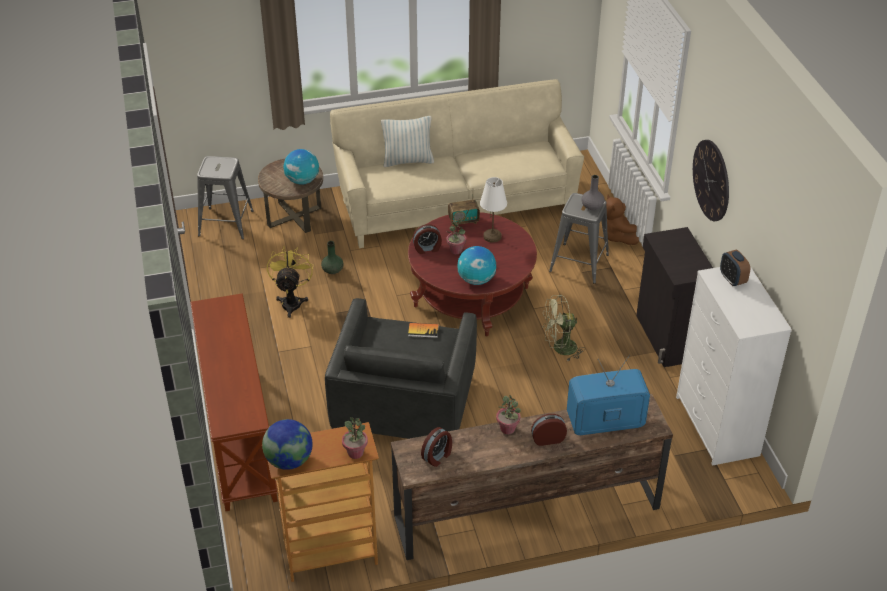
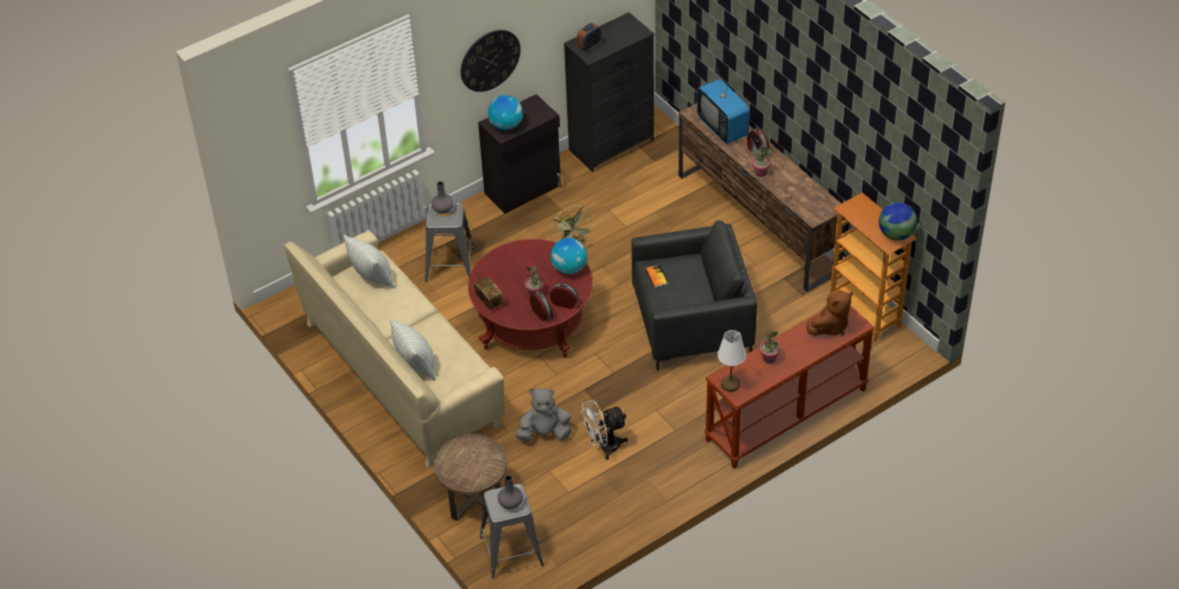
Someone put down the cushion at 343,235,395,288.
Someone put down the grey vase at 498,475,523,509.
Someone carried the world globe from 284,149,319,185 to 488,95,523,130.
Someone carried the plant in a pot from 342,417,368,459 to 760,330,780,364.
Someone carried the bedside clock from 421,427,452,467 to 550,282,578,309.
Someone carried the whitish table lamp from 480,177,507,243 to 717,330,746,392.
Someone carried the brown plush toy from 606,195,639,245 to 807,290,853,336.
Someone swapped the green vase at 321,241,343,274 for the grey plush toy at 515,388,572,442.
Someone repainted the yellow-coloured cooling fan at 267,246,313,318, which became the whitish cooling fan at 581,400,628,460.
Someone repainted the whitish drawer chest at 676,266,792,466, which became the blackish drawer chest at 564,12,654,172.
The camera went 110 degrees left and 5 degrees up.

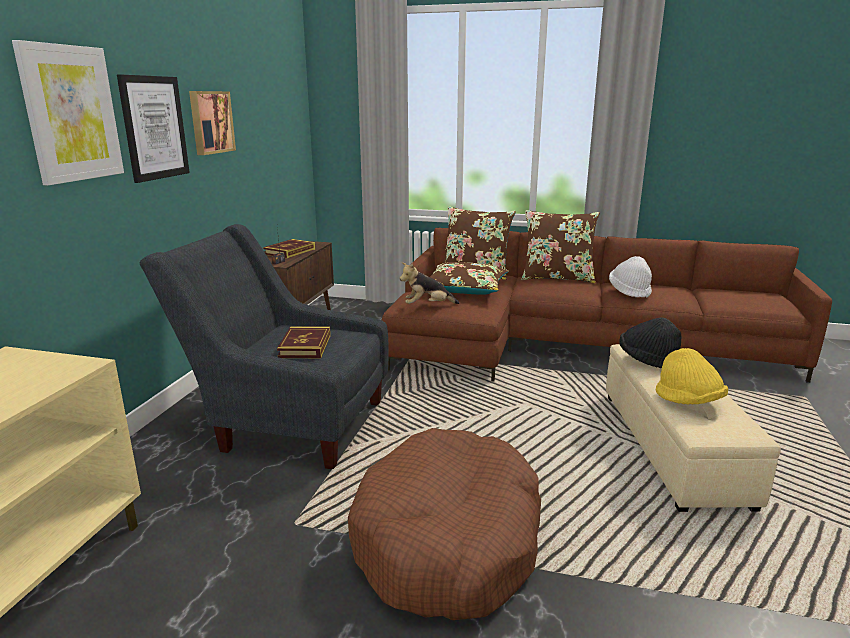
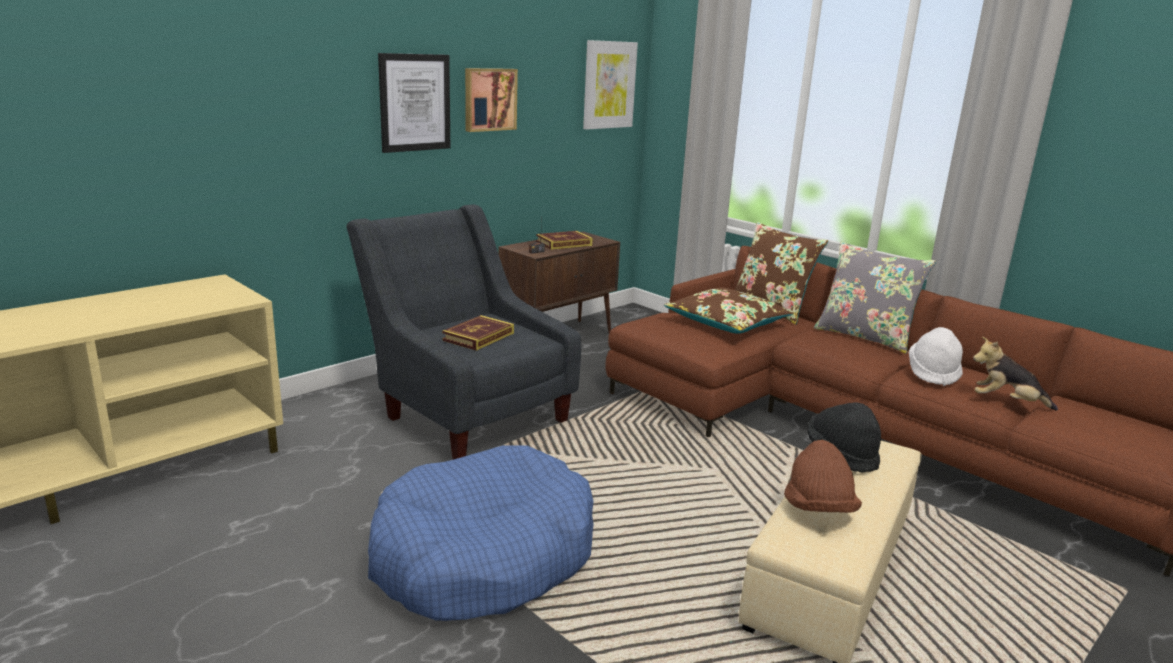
Someone carried the picture from 12,40,124,186 to 583,40,638,130.
Someone carried the plush toy from 399,262,460,304 to 973,337,1058,411.
Someone repainted the brown dog cushion at 348,428,541,620, which became the bluish dog cushion at 368,445,594,621.
Someone repainted the brown cushion at 521,210,600,283, which became the grey cushion at 814,242,936,354.
Someone repainted the yellow-coloured clothing hat at 656,348,728,404, which became the brown clothing hat at 784,440,862,513.
The camera went 30 degrees right and 0 degrees up.

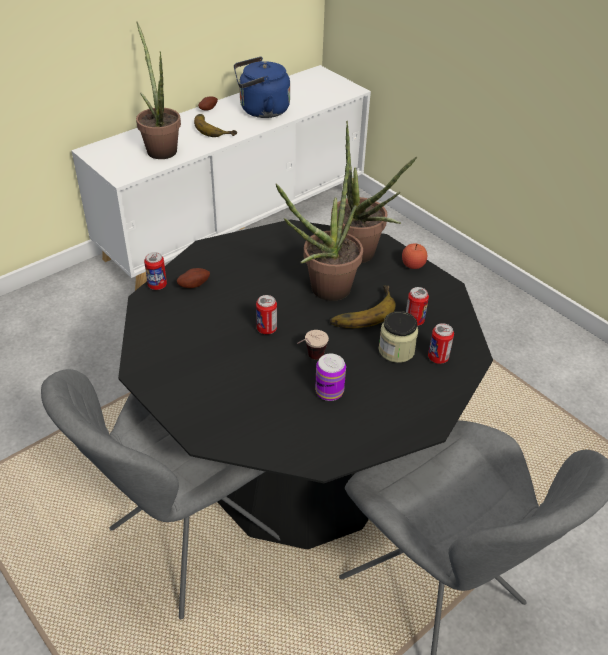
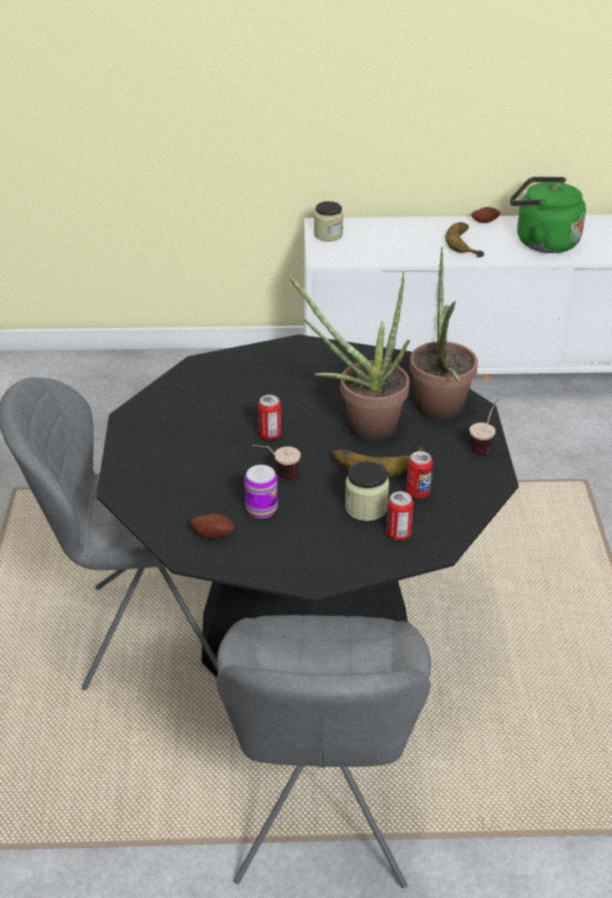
Someone took away the plant in a pot at 136,22,181,159.
Someone took away the can at 144,252,167,290.
Someone put down the storage jar at 314,201,343,241.
Someone carried the potato from 177,268,210,288 to 191,513,235,539.
Someone swapped the apple fruit at 402,243,427,269 for the small cup at 470,399,498,455.
Someone repainted the bluish kettle at 234,57,290,118, which became the green kettle at 510,177,586,253.
The camera went 40 degrees right and 5 degrees down.

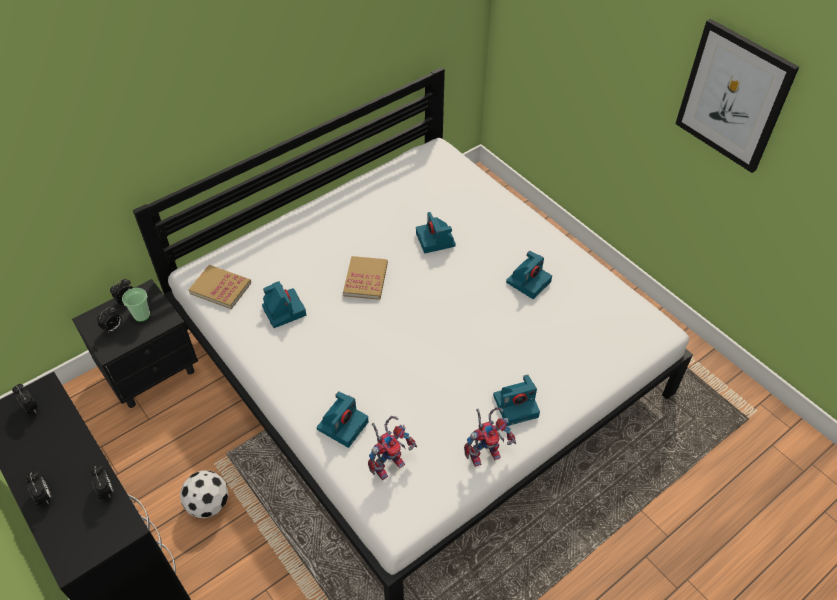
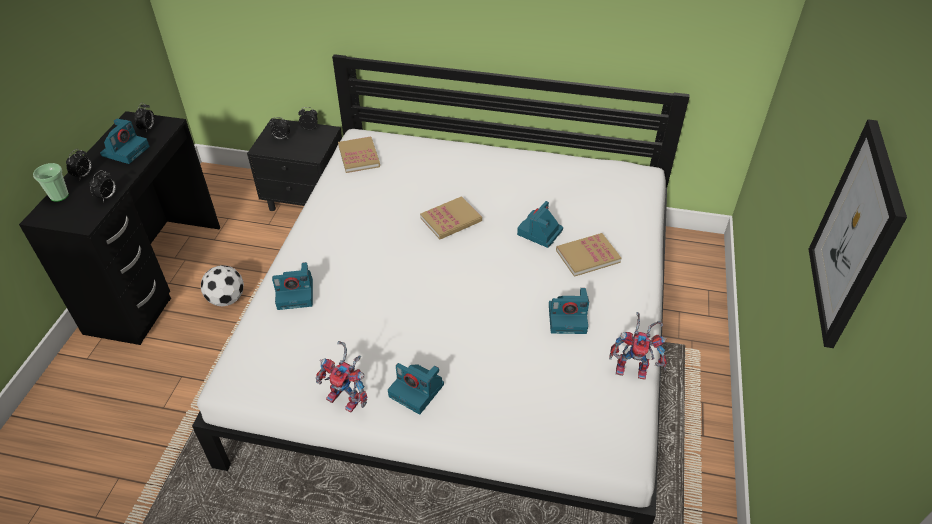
Someone put down the bound book at 556,233,621,277.
Someone carried the small cup from 122,288,150,322 to 33,163,69,202.
Someone carried the still camera from 262,281,306,328 to 100,119,150,164.
Someone carried the toy robot from 368,416,417,480 to 609,312,667,380.
The camera went 50 degrees right and 5 degrees down.

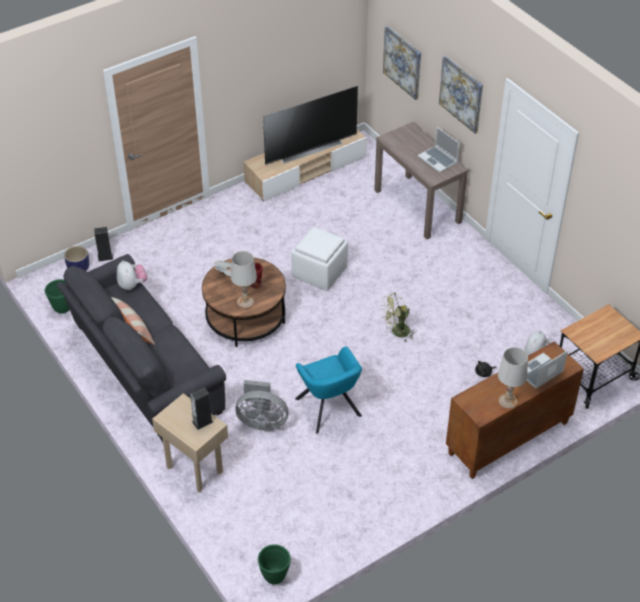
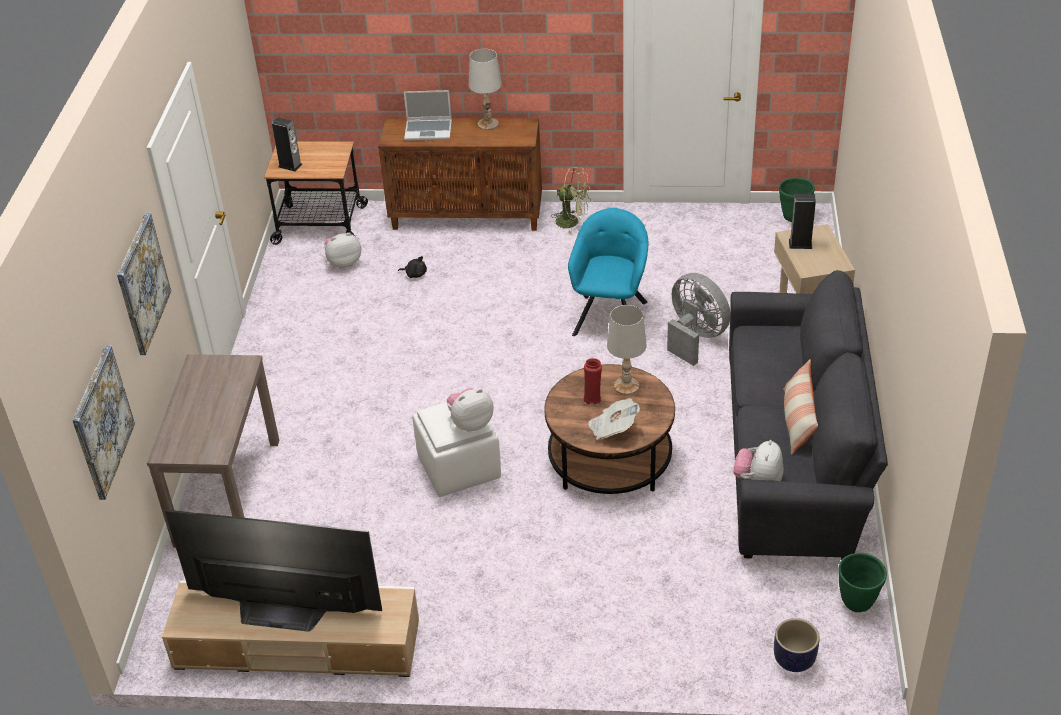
Someone took away the portable computer at 418,127,460,173.
Someone put down the plush toy at 447,387,494,432.
Someone carried the audio speaker from 94,227,113,262 to 272,117,303,171.
Someone carried the green cooling fan from 382,292,416,342 to 552,167,590,234.
The camera went 140 degrees left and 5 degrees down.

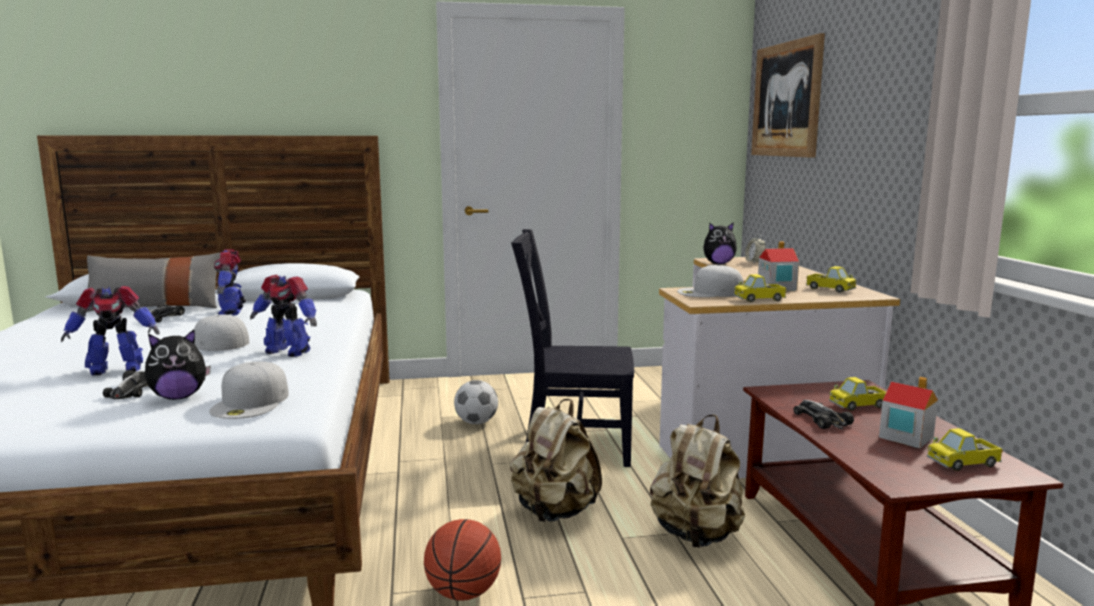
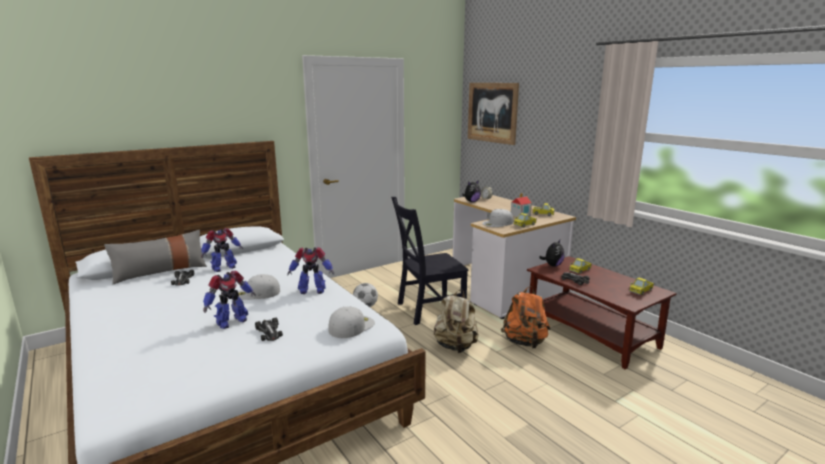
Someone took away the basketball ball at 424,519,501,601.
Someone took away the miniature house at 879,377,938,448.
Someone carried the plush toy from 145,330,211,400 to 539,240,564,267.
Someone repainted the beige knapsack at 650,414,745,548, which became the orange-coloured knapsack at 501,286,550,349.
Someone rotated the whitish cap at 209,361,289,419 by 120 degrees counterclockwise.
Someone rotated the toy robot at 214,249,246,316 by 90 degrees counterclockwise.
The camera went 25 degrees left and 5 degrees up.

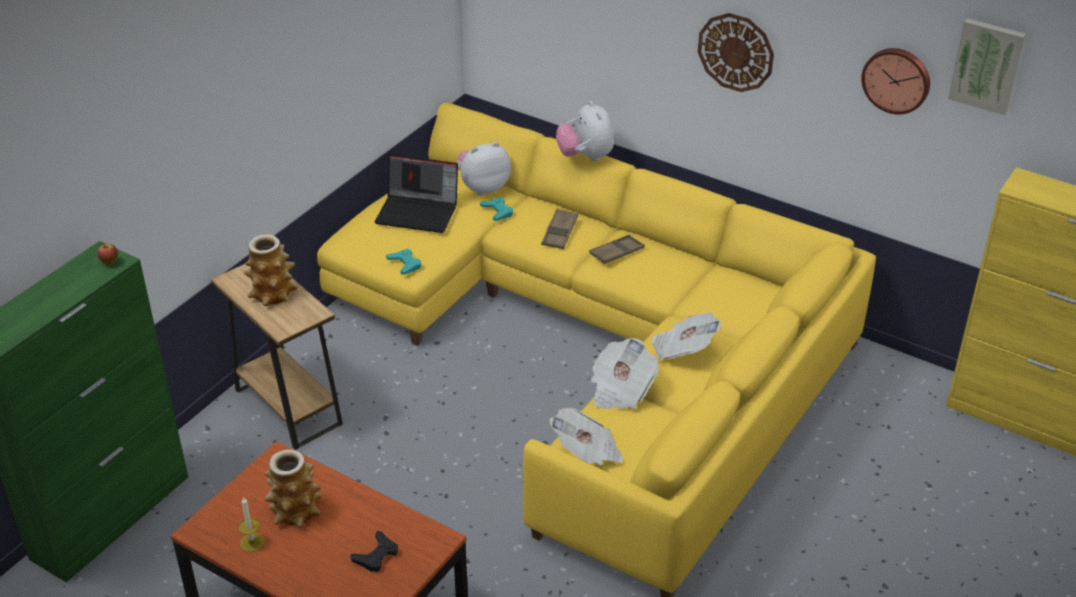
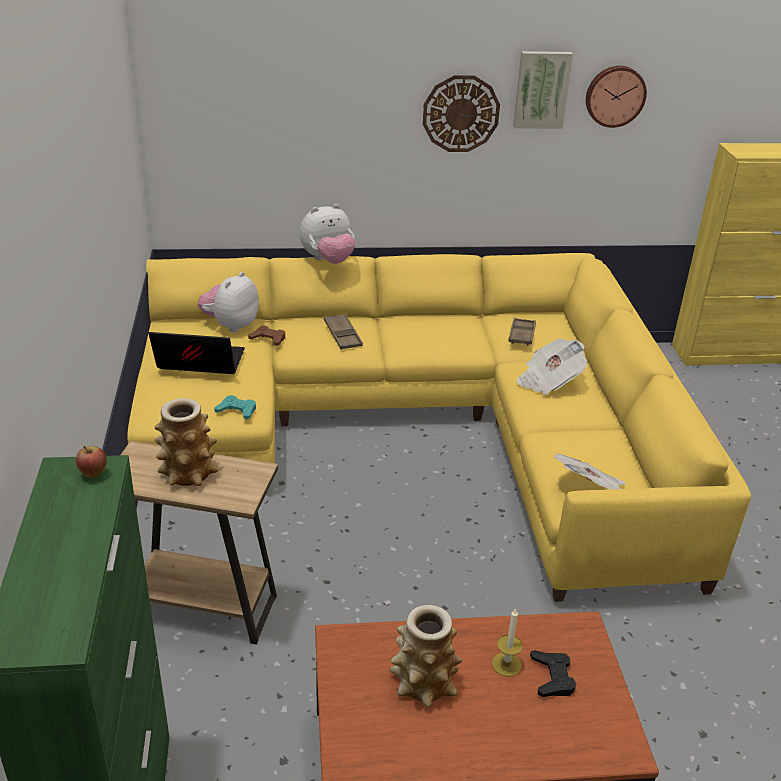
Someone took away the daily paper at 591,338,659,409.
Someone carried the wax candle from 238,496,265,552 to 492,608,523,677.
Someone carried the brown carrying tray from 589,235,645,264 to 508,318,536,346.
Someone carried the picture from 948,18,1026,115 to 513,51,573,128.
Someone repainted the turquoise gamepad at 480,197,513,221, which became the brown gamepad at 248,326,285,346.
Someone rotated the portable computer at 375,155,458,233 by 150 degrees counterclockwise.
Someone rotated the plush toy at 556,101,614,161 by 60 degrees counterclockwise.
The camera went 40 degrees left and 5 degrees down.

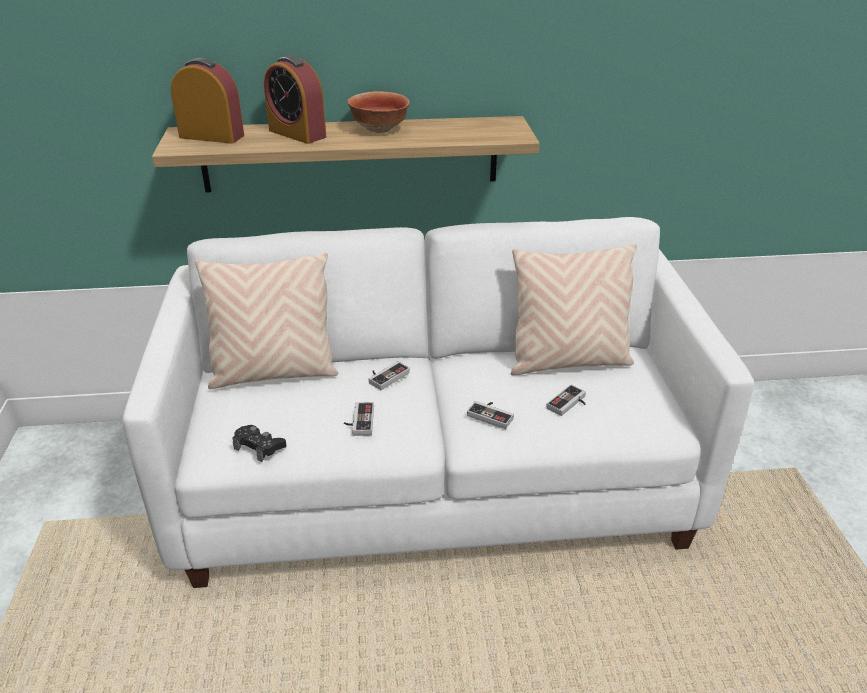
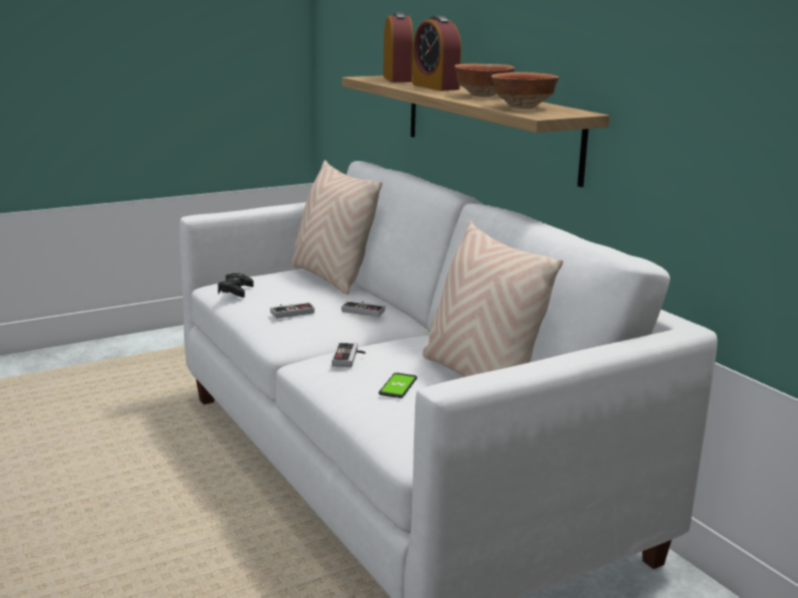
Someone put down the deep dish at 491,72,559,109.
Someone swapped the gamepad at 546,385,586,416 for the phone at 379,373,417,398.
Someone rotated the bedside clock at 264,56,326,144 by 45 degrees counterclockwise.
The camera went 65 degrees right and 15 degrees down.

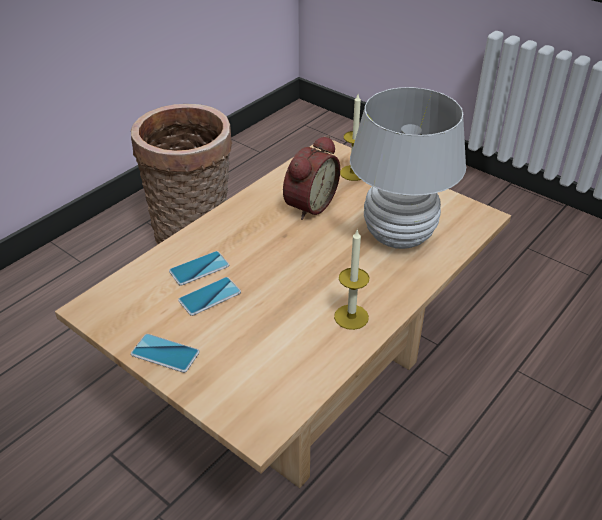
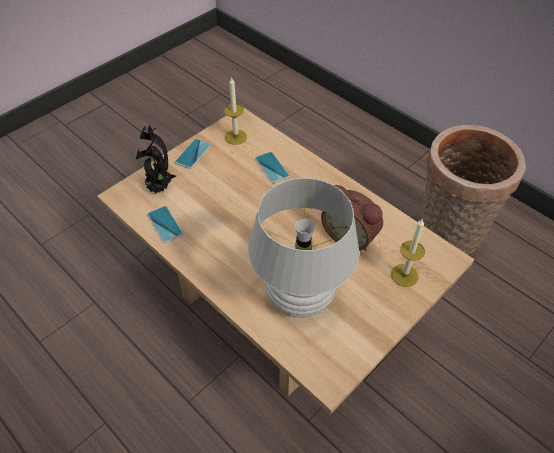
Someone put down the plant in a pot at 136,125,176,194.
Someone carried the phone from 178,277,241,316 to 147,206,183,243.
Someone carried the wax candle from 334,229,369,330 to 224,76,247,145.
The camera went 95 degrees right and 10 degrees up.

